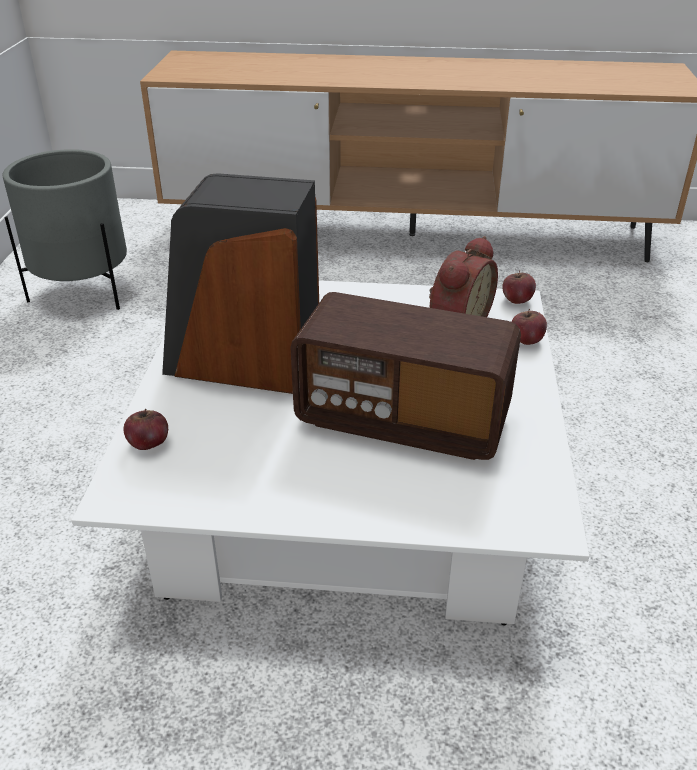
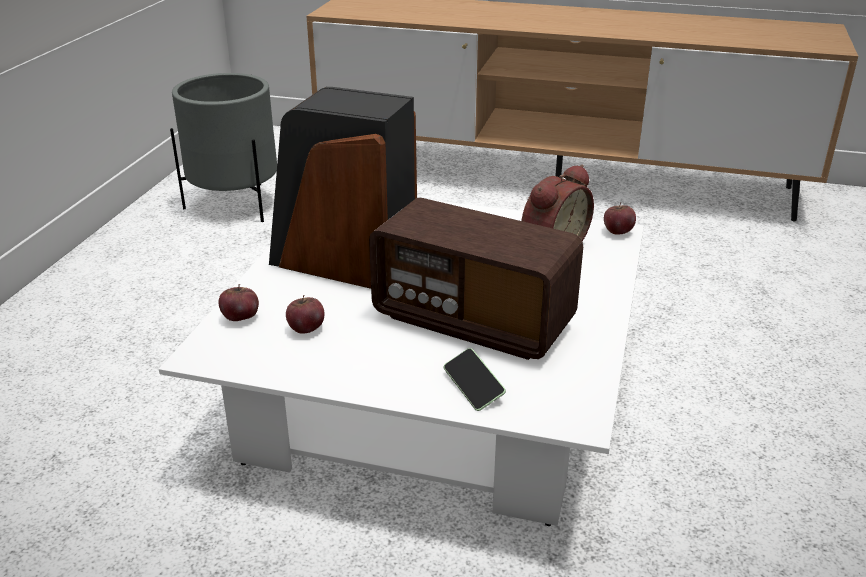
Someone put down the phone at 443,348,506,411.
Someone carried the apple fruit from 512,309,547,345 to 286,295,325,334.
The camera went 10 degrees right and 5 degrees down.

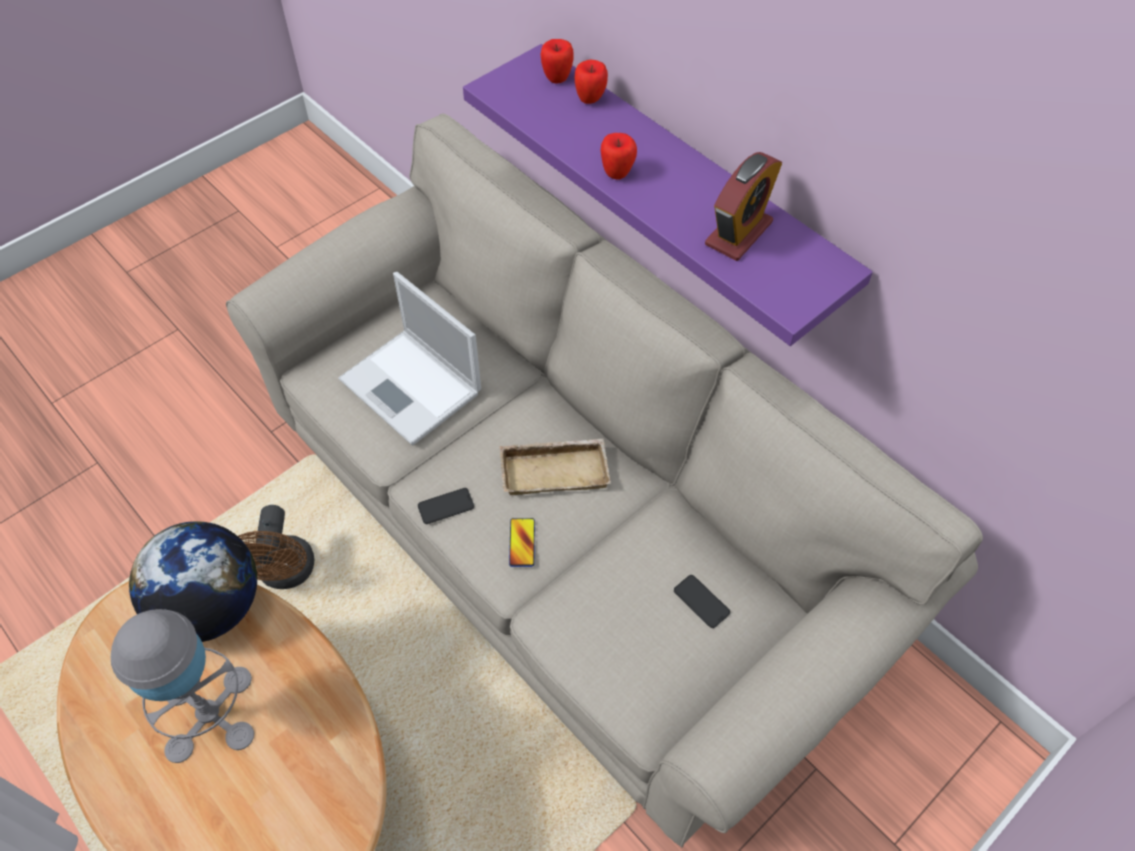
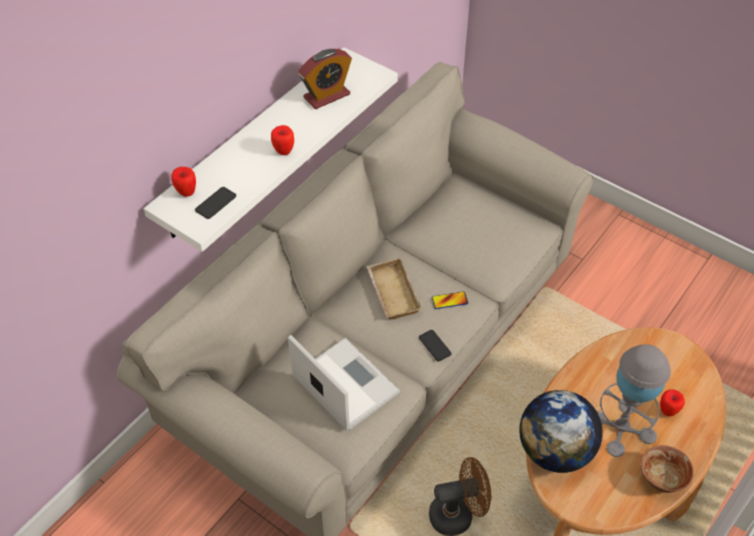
Someone put down the deep dish at 641,445,694,493.
Someone carried the apple fruit from 575,60,608,104 to 660,390,685,416.
Someone carried the phone from 674,575,730,628 to 195,187,236,219.
Someone repainted the purple-coloured wall shelf at 463,44,873,346, which became the whitish wall shelf at 144,47,398,252.
Someone rotated the portable computer at 338,272,481,445 by 75 degrees counterclockwise.
Someone rotated the bedside clock at 705,152,782,261 by 120 degrees clockwise.
The camera went 100 degrees left and 5 degrees down.

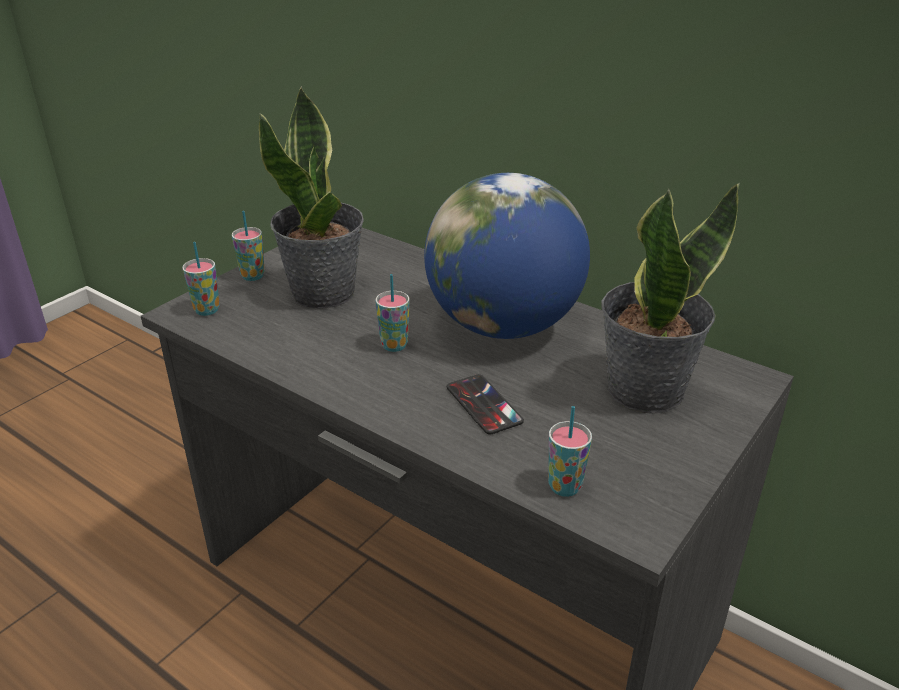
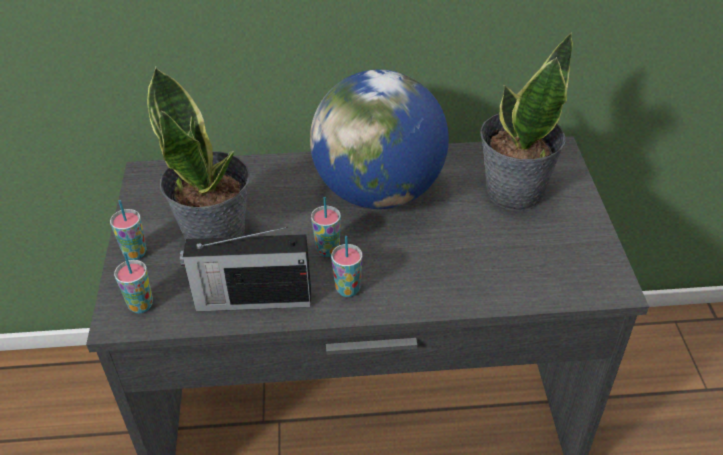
Someone took away the phone at 447,374,524,434.
Someone put down the radio at 180,227,311,311.
Someone carried the small cup from 548,406,592,497 to 331,236,363,297.
The camera went 40 degrees left and 10 degrees up.

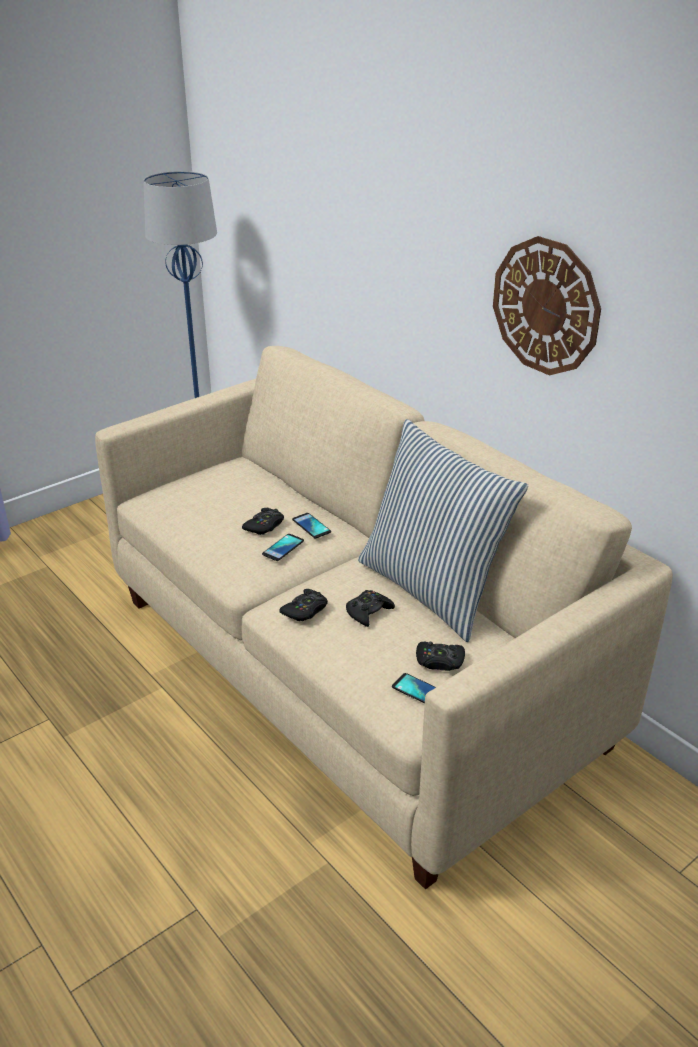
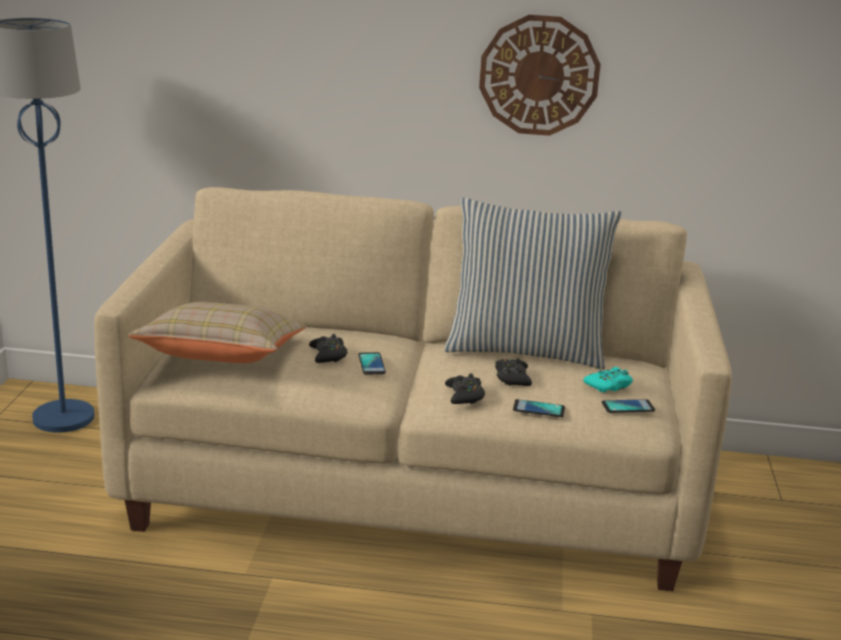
Someone put down the beige cushion at 128,302,306,363.
Someone carried the phone from 292,513,331,539 to 513,399,565,417.
Someone repainted the blackish gamepad at 416,642,465,671, which became the turquoise gamepad at 583,367,633,393.
The camera went 45 degrees left and 10 degrees down.

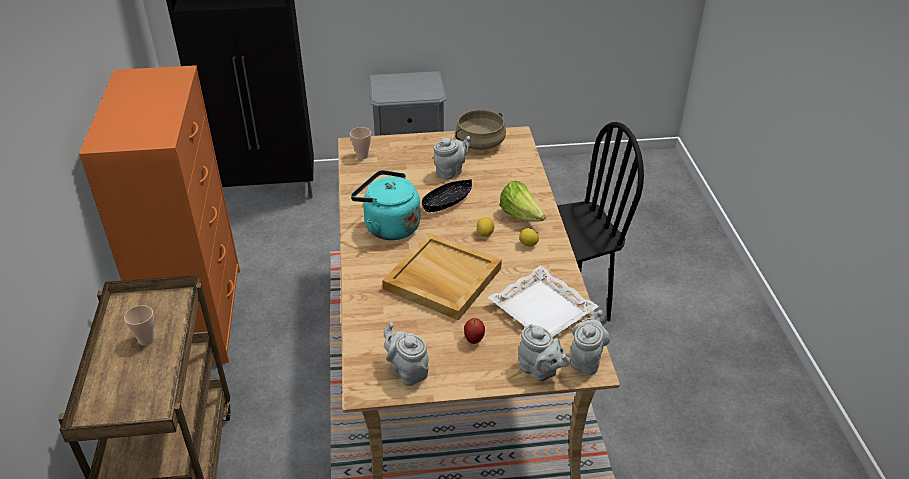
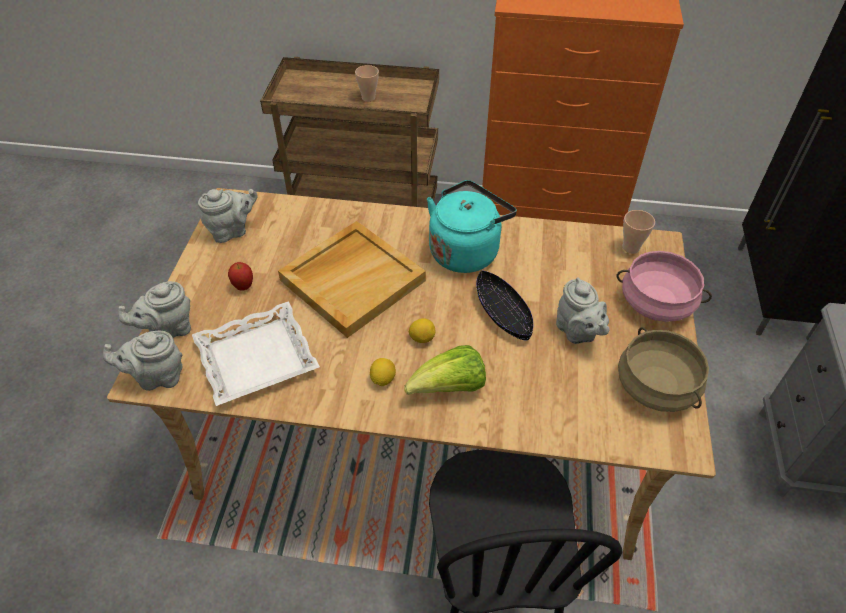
Someone put down the pinkish stockpot at 617,251,712,322.
Someone rotated the grey pot for tea at 571,310,610,375 by 135 degrees clockwise.
The camera went 105 degrees right and 10 degrees up.

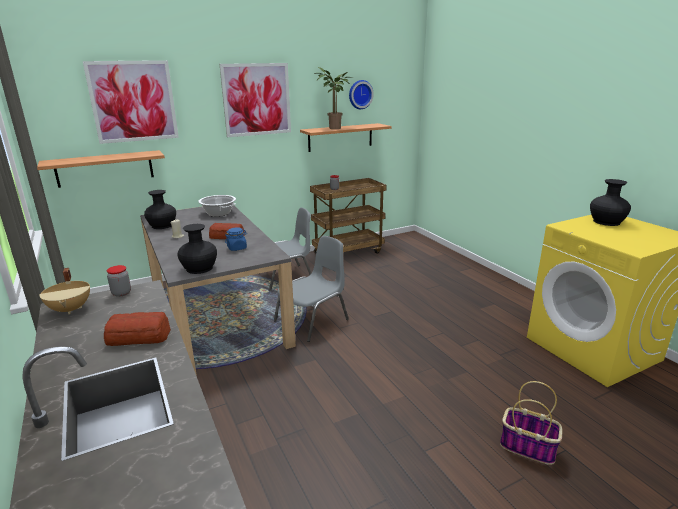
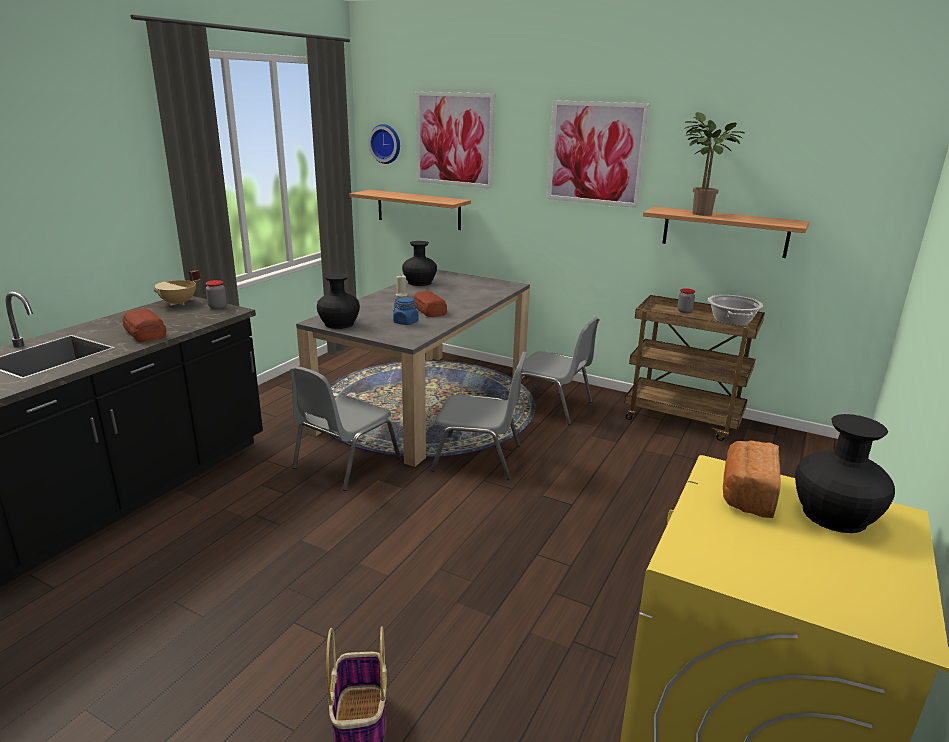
Someone put down the grey plain chair at 290,366,401,491.
Someone put down the baked bread at 723,440,781,518.
Someone carried the stockpot from 198,195,236,217 to 708,295,763,326.
Someone carried the wall clock from 349,80,374,109 to 368,124,400,164.
The camera went 55 degrees right and 0 degrees up.

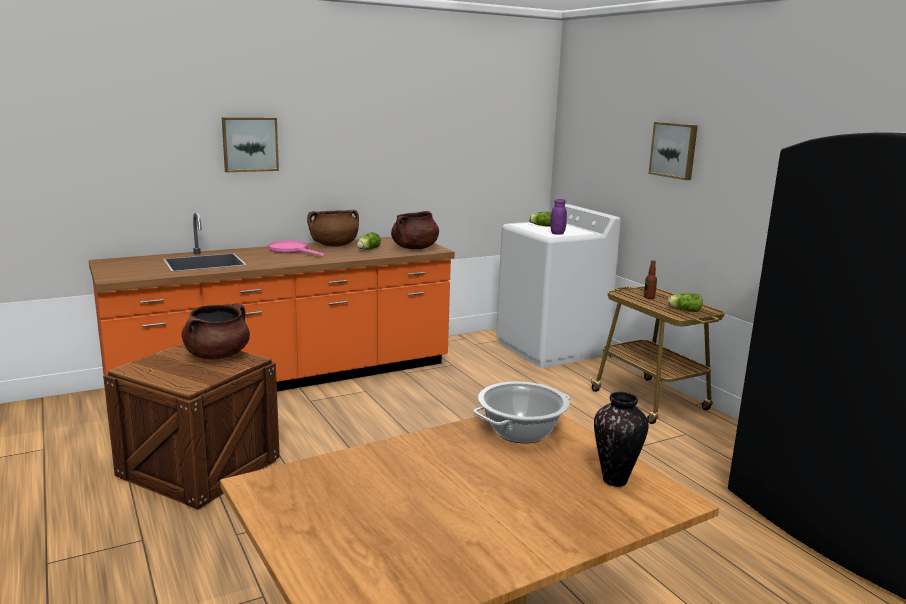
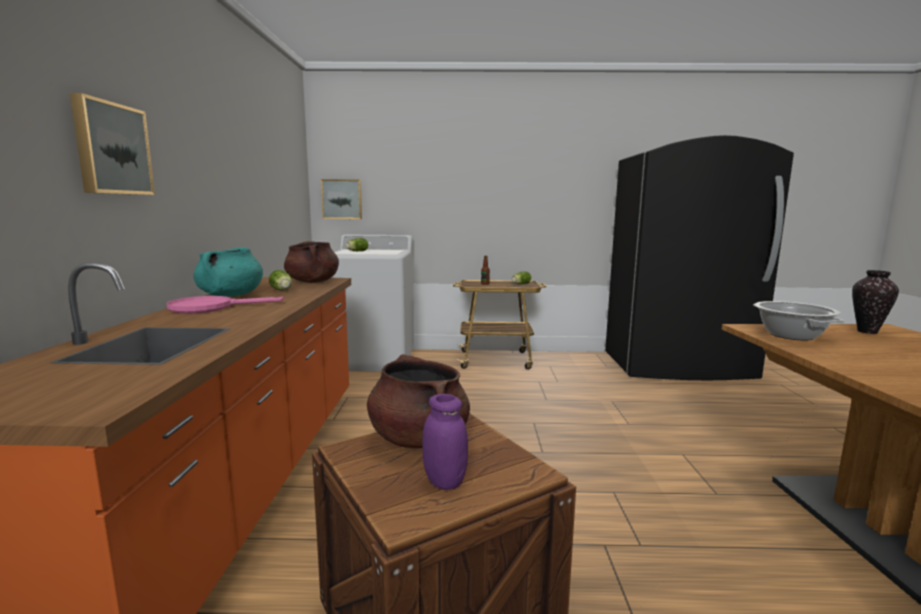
Someone carried the purple-coloured storage jar from 550,199,567,235 to 422,394,468,490.
Someone carried the picture from 649,122,698,180 to 321,179,362,219.
Someone repainted the brown stockpot at 307,210,359,247, which became the turquoise stockpot at 194,247,263,297.
The camera went 60 degrees left and 5 degrees down.

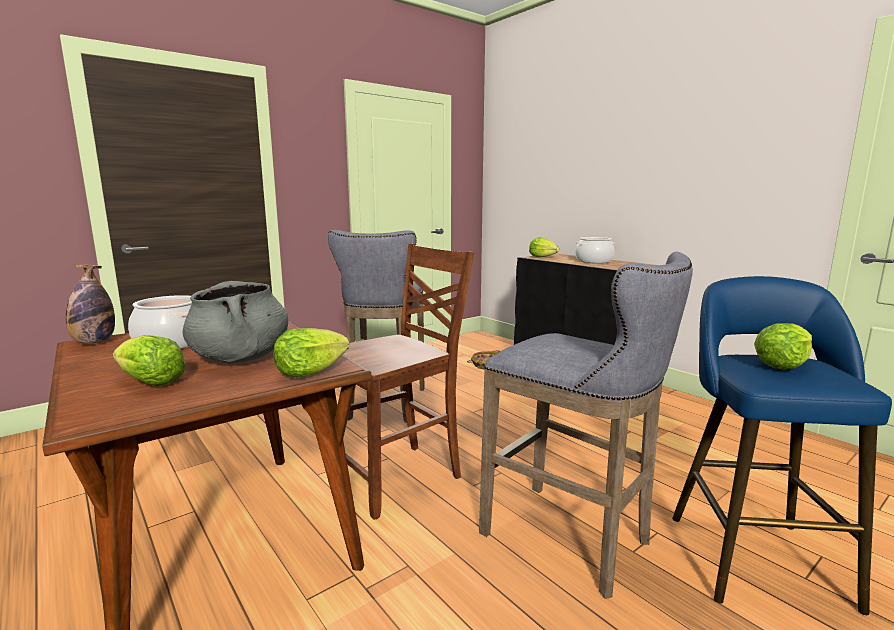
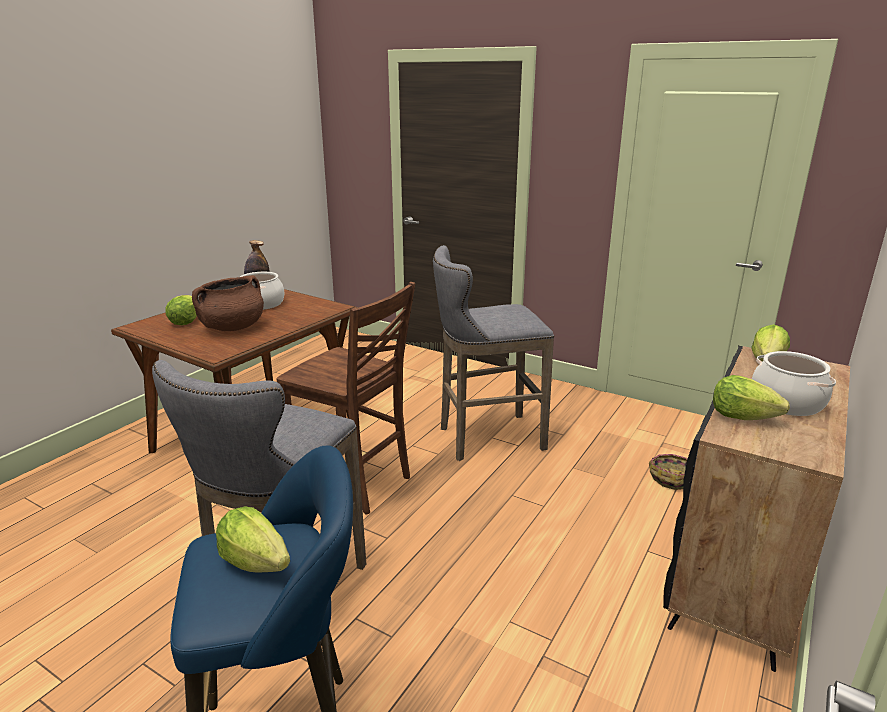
Someone carried the lettuce head from 274,328,349,378 to 713,375,790,420.
Someone repainted the grey stockpot at 183,281,288,364, which became the brown stockpot at 192,275,264,331.
The camera went 70 degrees right and 10 degrees up.

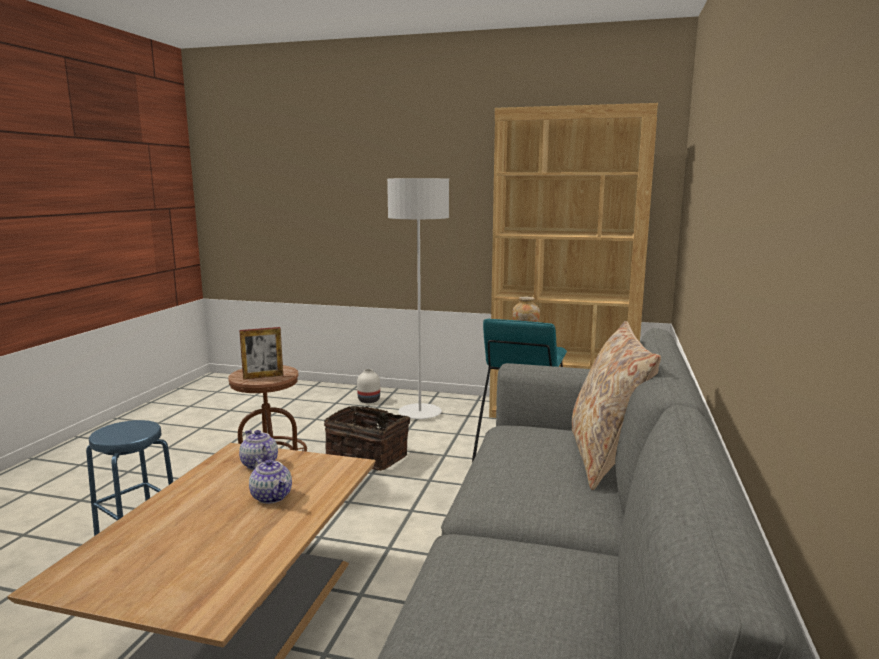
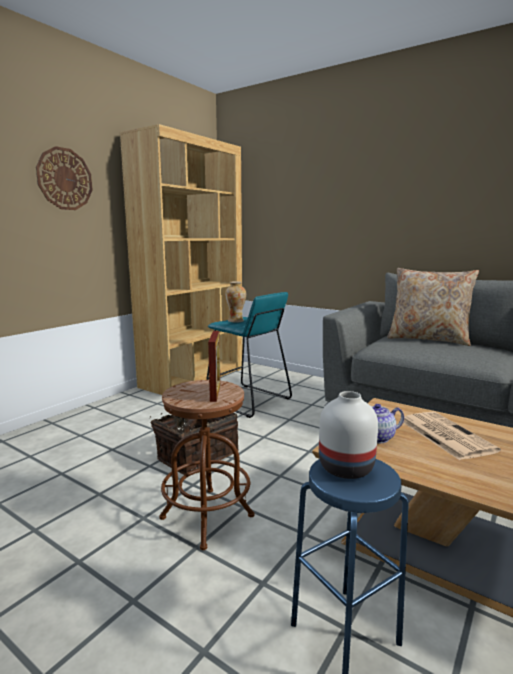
Someone took away the grey standard lamp at 387,178,449,419.
Someone put up the wall clock at 36,146,92,210.
Someone carried the whitish vase from 357,369,380,403 to 319,391,378,479.
Someone swapped the pot for tea at 249,458,292,504 for the daily paper at 403,412,501,460.
The camera went 70 degrees left and 0 degrees up.

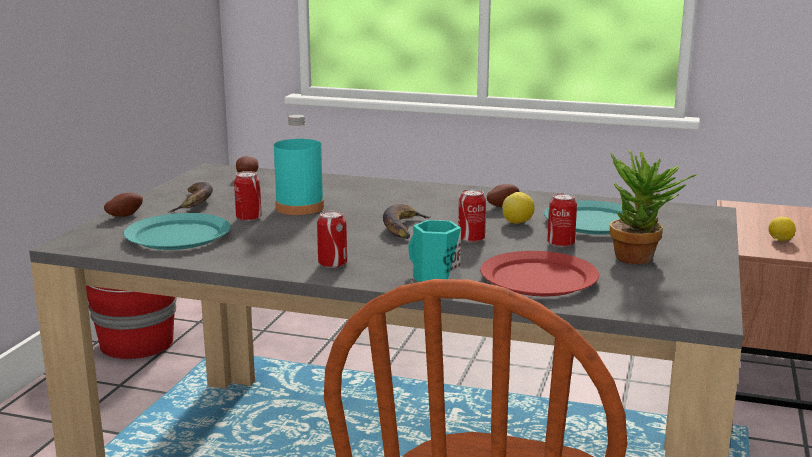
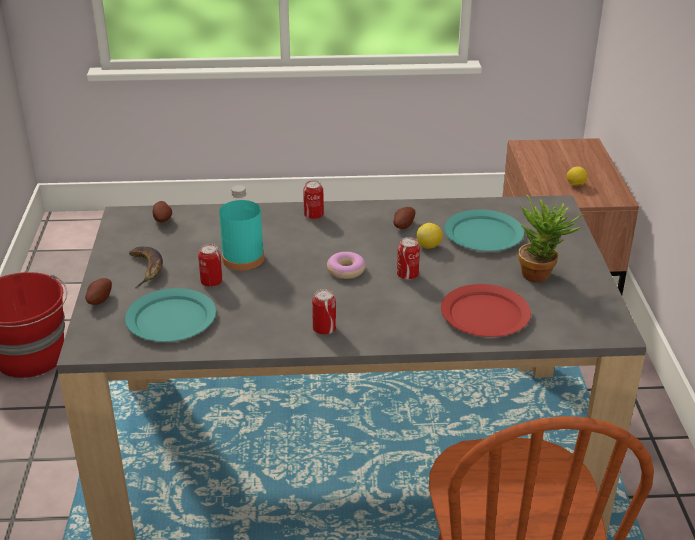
Someone took away the turquoise mug at 408,220,461,282.
Someone carried the can from 547,193,577,247 to 303,180,324,220.
Someone swapped the whole banana at 383,204,431,239 for the donut at 327,252,366,279.
The camera went 20 degrees left and 15 degrees up.

